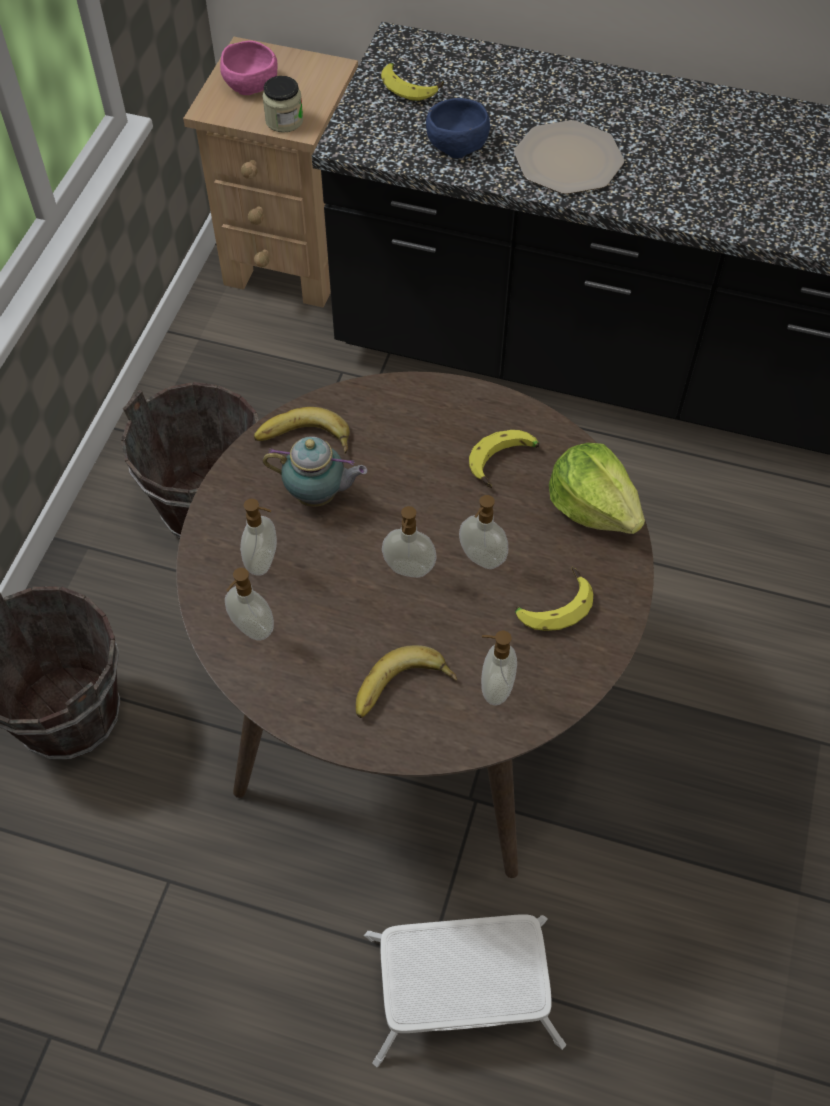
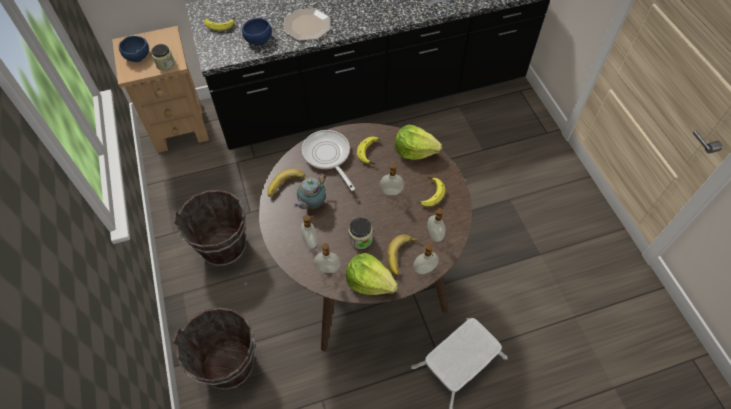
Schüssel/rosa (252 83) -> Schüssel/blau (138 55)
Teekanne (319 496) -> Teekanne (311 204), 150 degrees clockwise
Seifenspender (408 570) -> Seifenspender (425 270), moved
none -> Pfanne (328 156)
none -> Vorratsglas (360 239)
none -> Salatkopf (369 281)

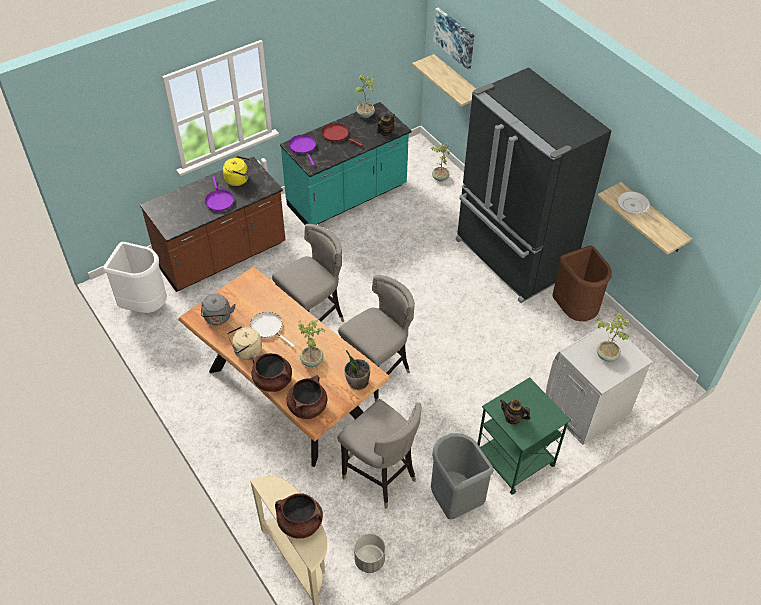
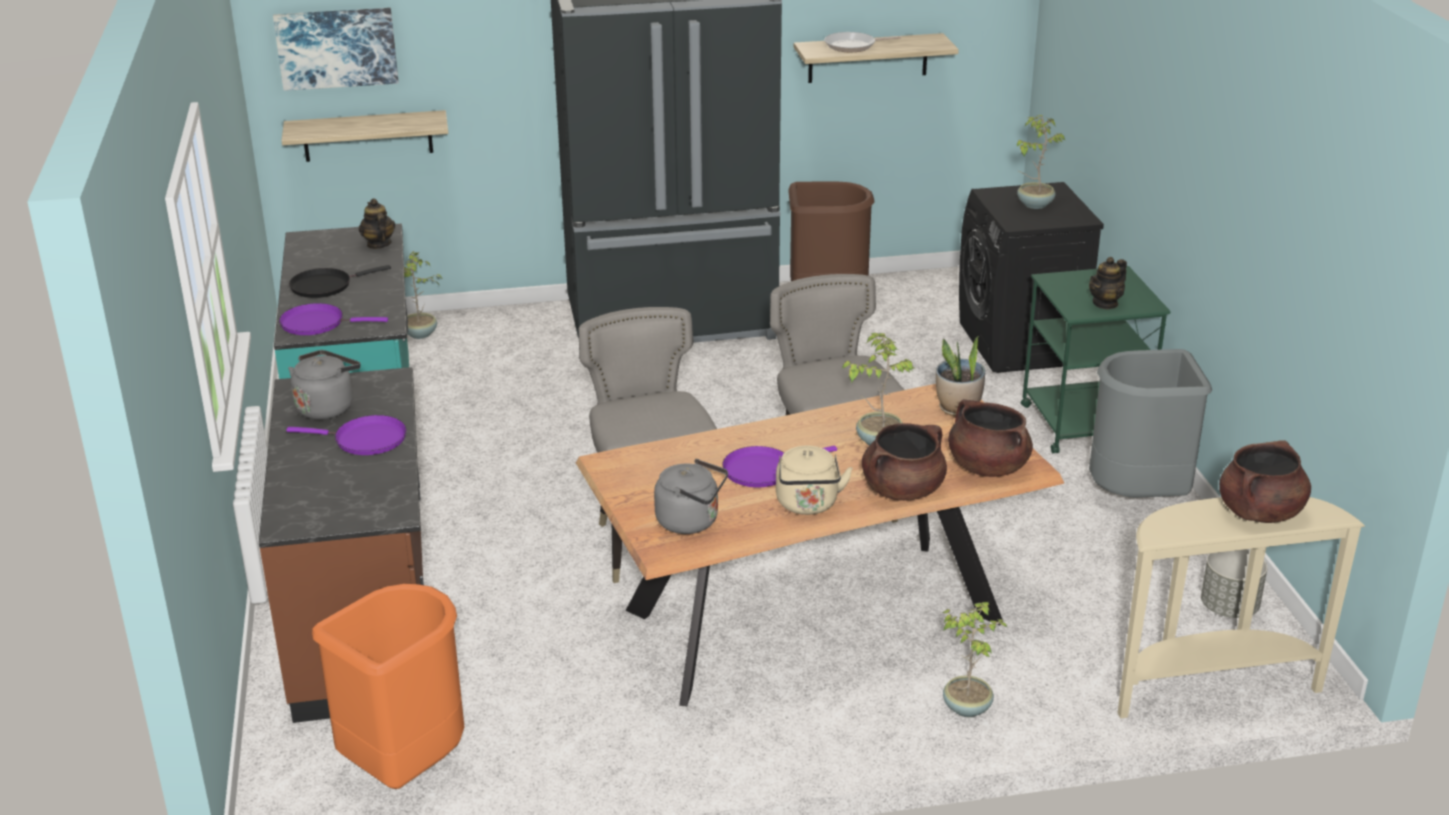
Topfpflanze (366 115) -> Topfpflanze (967 707), moved
Pfanne/rot (337 135) -> Pfanne/schwarz (325 286)
Wasserkessel/gelb (238 179) -> Wasserkessel/grau (327 407)
Mülleimer/weiß (145 305) -> Mülleimer/orange (405 766)
Pfanne/weiß (268 328) -> Pfanne/lila (762 470)
Waschmaschine/weiß (586 409) -> Waschmaschine/schwarz (1020 346)
Hocker/grau (380 477) -> none

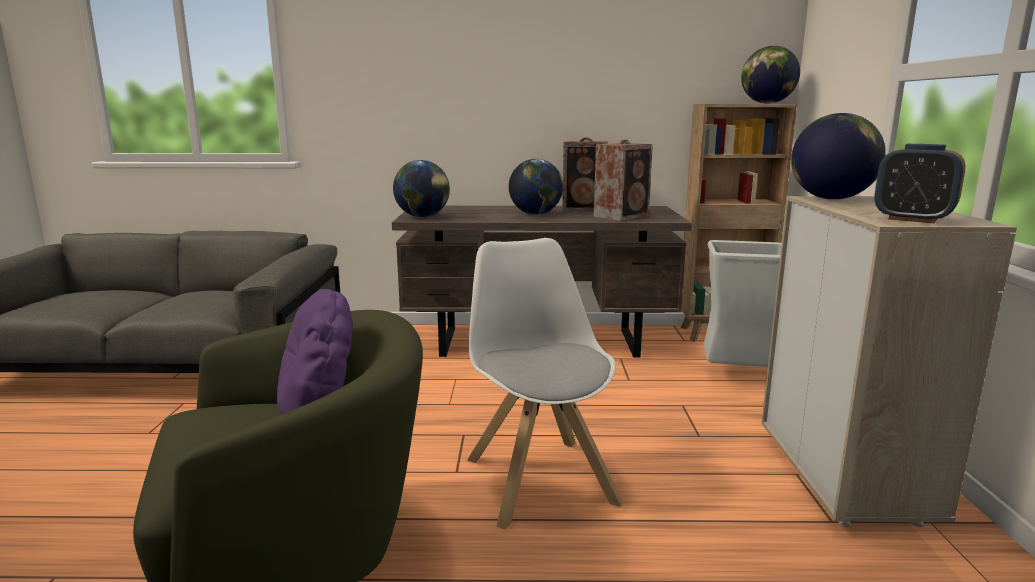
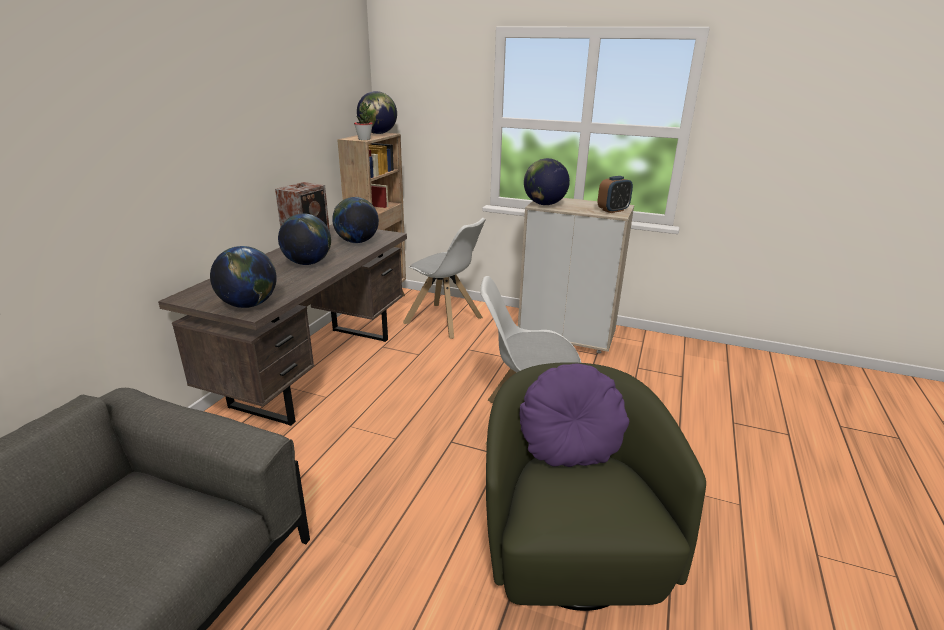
Lautsprecher (623 216) -> Globus (357 242)
Mülleimer/grau (735 377) -> Stuhl (445 321)
none -> Topfpflanze (364 139)

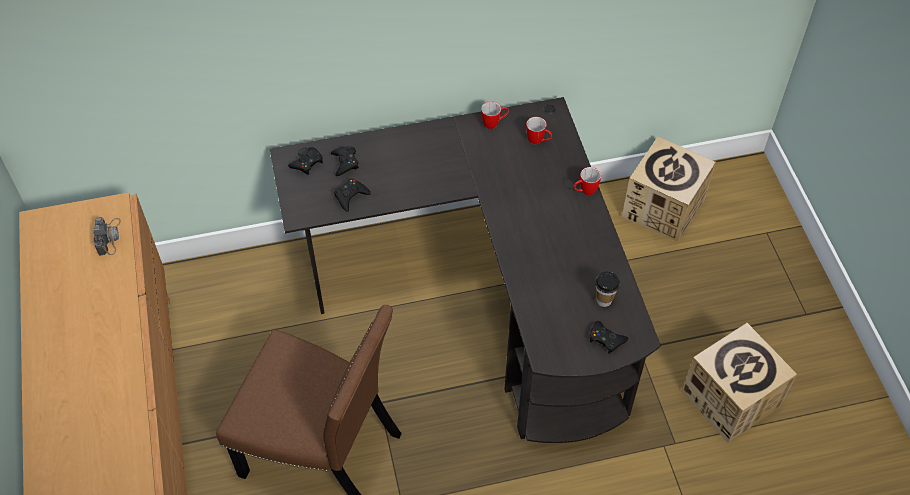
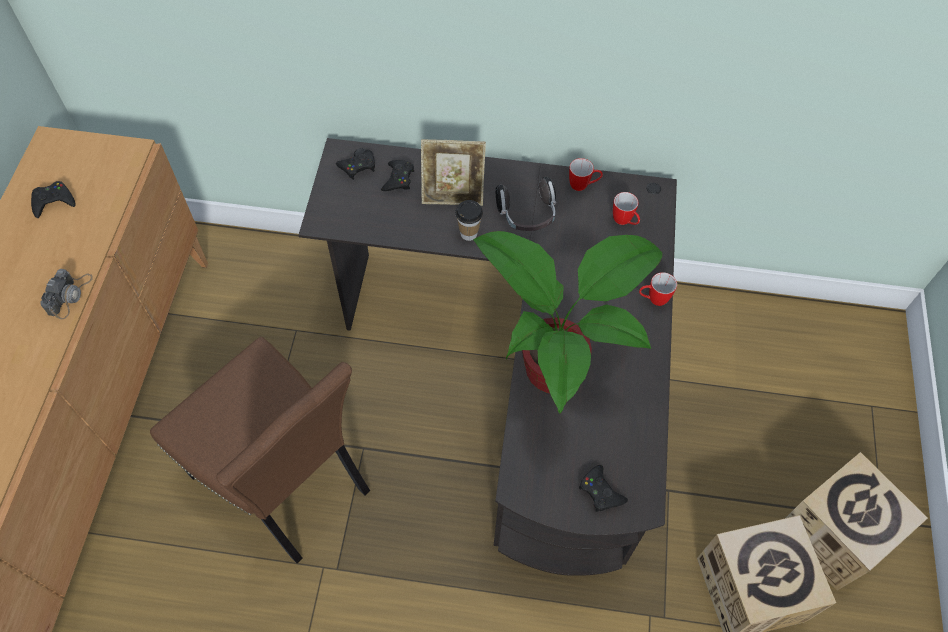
Karton (663 208) -> Karton (833 534), moved
Gamepad/schwarz (350 196) -> Gamepad/schwarz (53 202), moved
Kamera (109 237) -> Kamera (70 295), moved
Tasse (604 300) -> Tasse (468 233), moved
none -> Bilderrahmen (453 195)
none -> Kopfhörer (527 215)
none -> Topfpflanze (557 369)

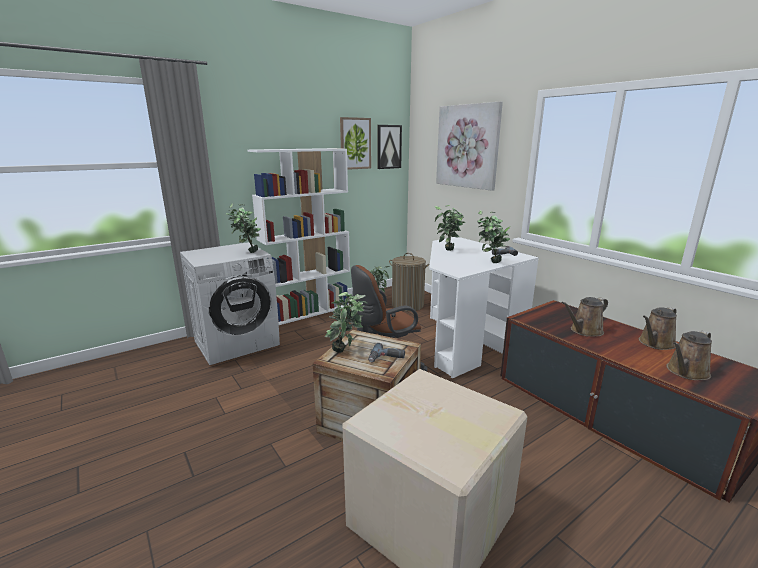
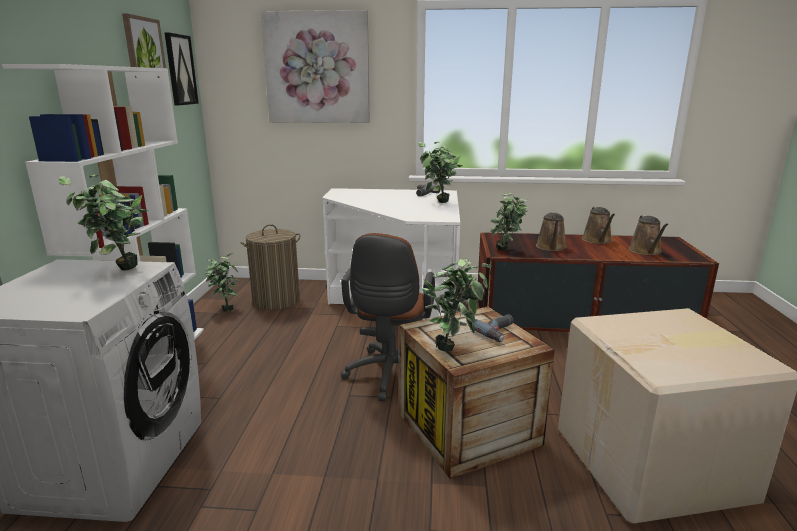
Topfpflanze (448 251) -> Topfpflanze (507 251), moved

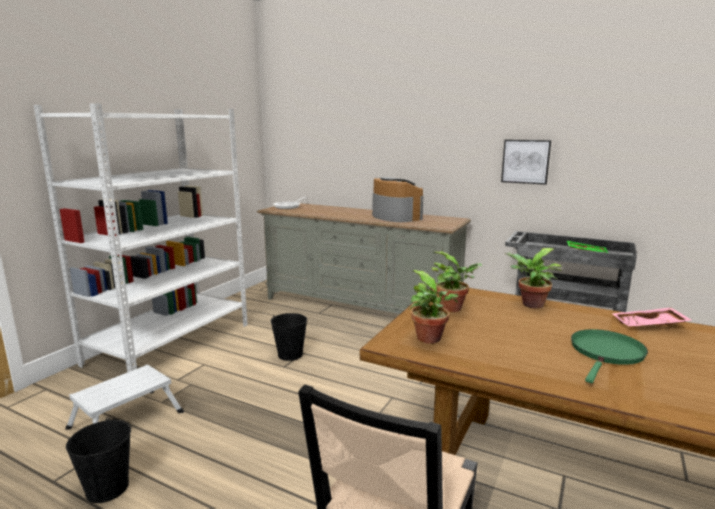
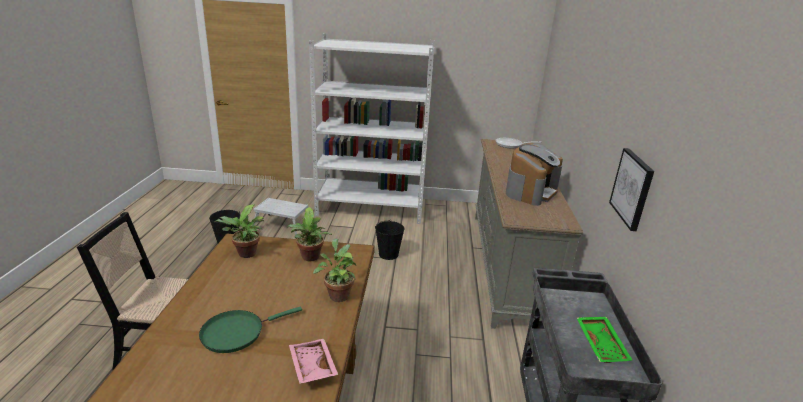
Pfanne/grün (606 353) -> Pfanne/grün (236 332), 135 degrees clockwise

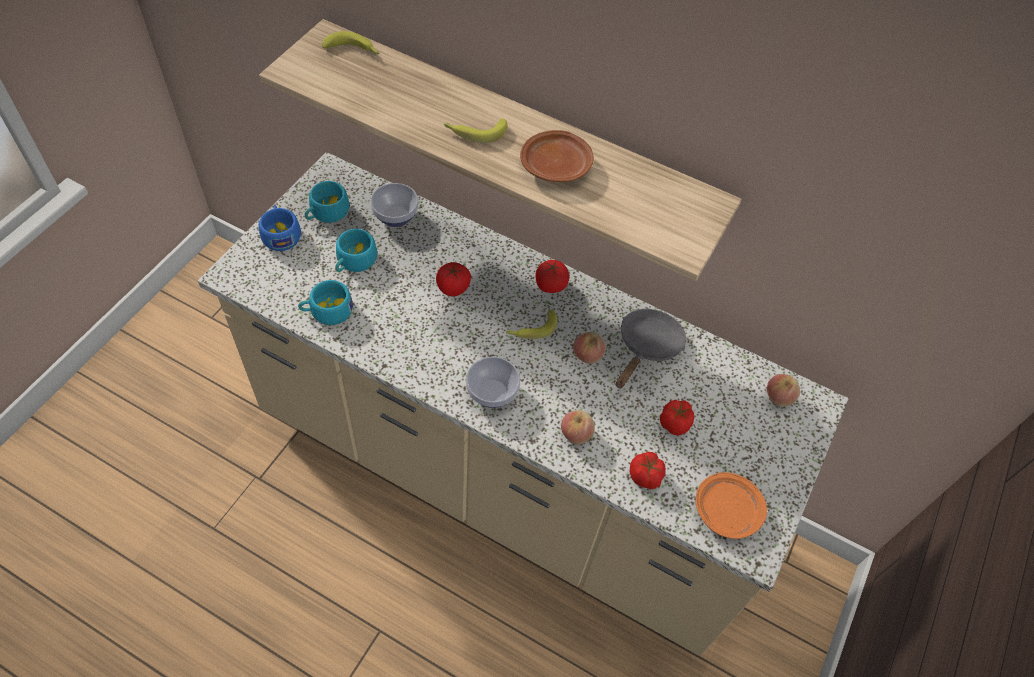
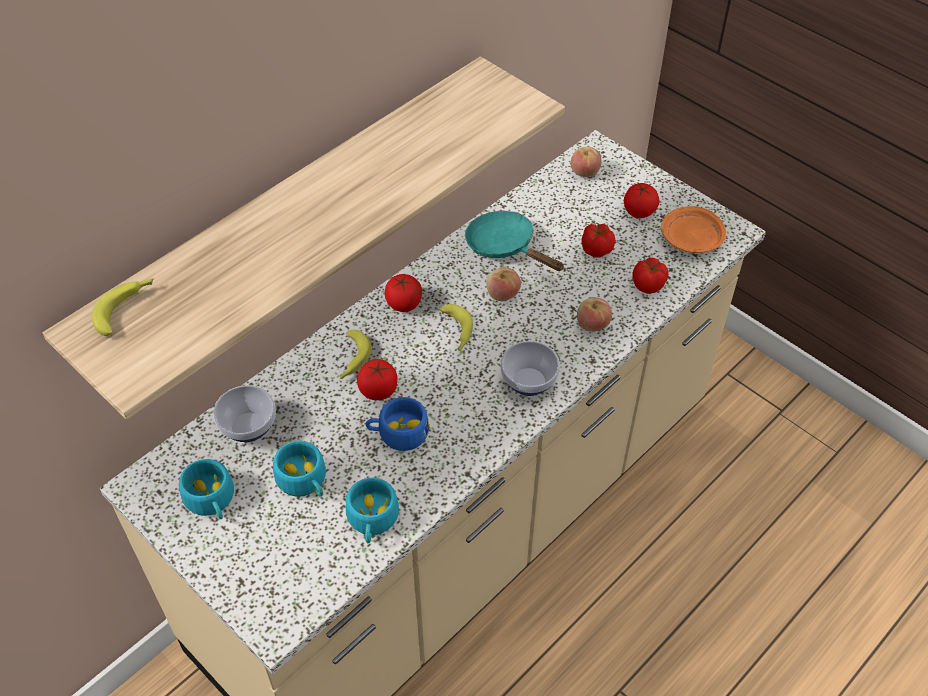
Banane (475 132) -> Banane (352 359), moved
Teller/braun (556 166) -> none
Tasse/blau (281 234) -> Tasse/blau (398 433), moved
Pfanne/grau (647 347) -> Pfanne/türkis (505 247)
none -> Tomate (639 211)

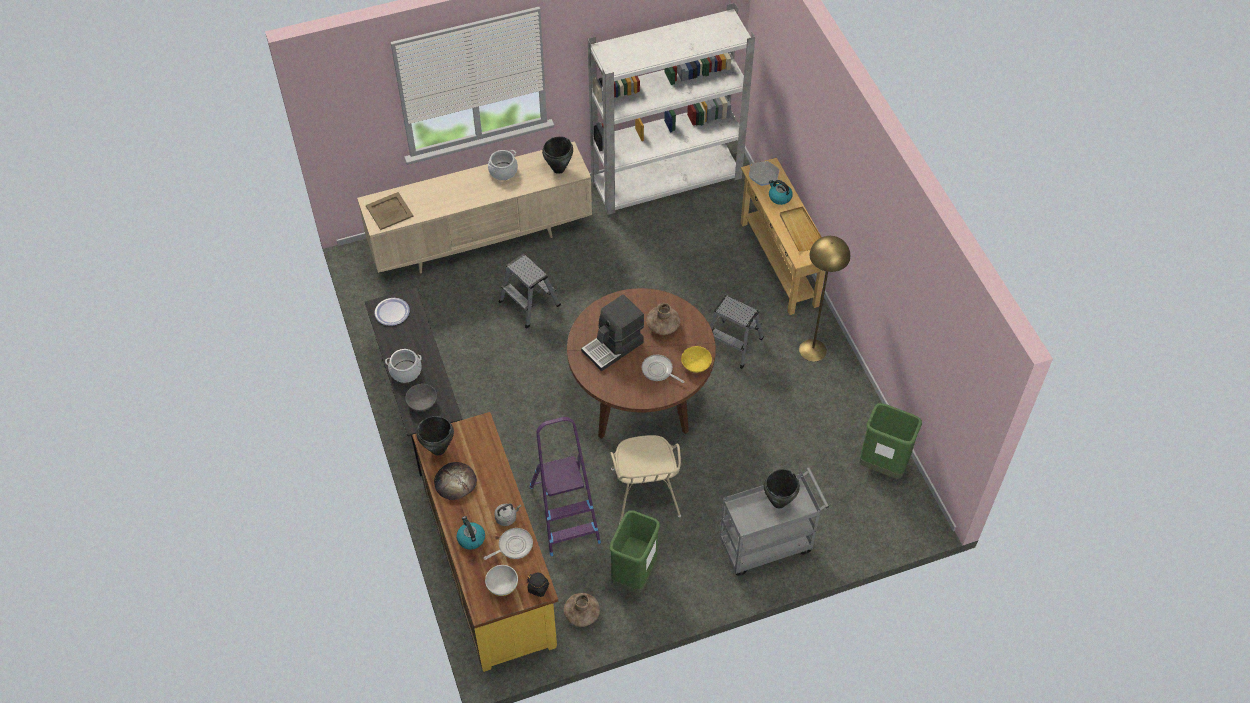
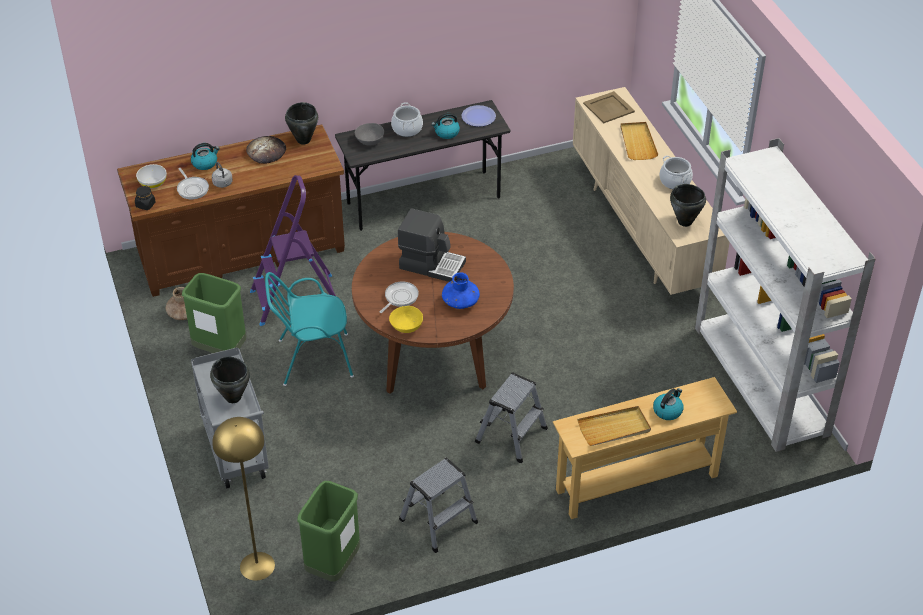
Pfanne (763 175) -> none
Stehlampe/gelb (813 350) -> Stehlampe/gelb (257 566), moved
Trittleiter/grau (530 303) -> Trittleiter/grau (438 521), moved
Kaffeemaschine (613 347) -> Kaffeemaschine (432 264), 150 degrees clockwise
Vase/braun (663 326) -> Vase/blau (460 301)
Kommode/gelb (490 568) -> Kommode/braun (242 252)
Stuhl/beige (645 495) -> Stuhl/türkis (311 359)
none -> Wasserkessel (446 133)
none -> Tablett/beige (637 142)

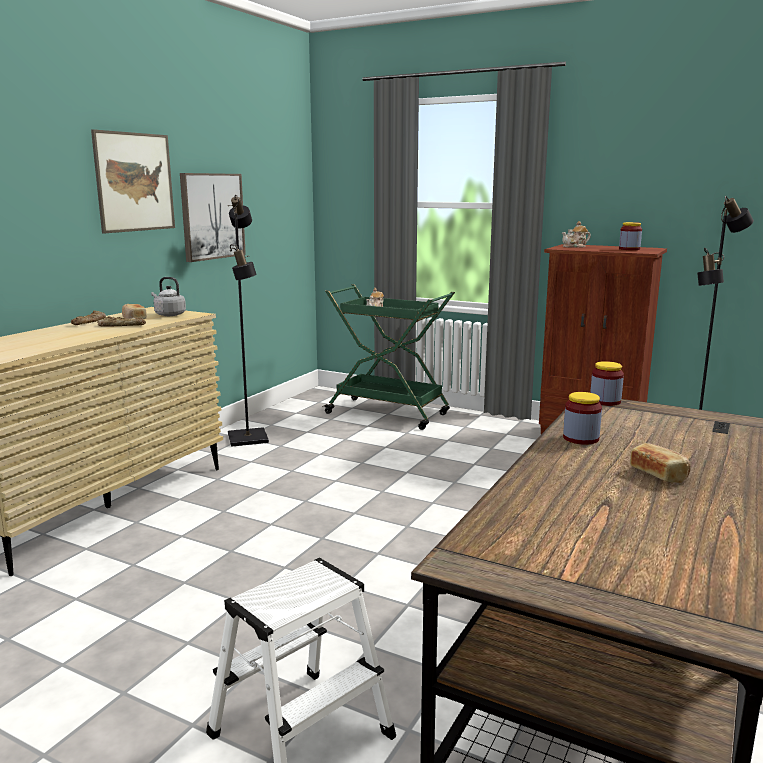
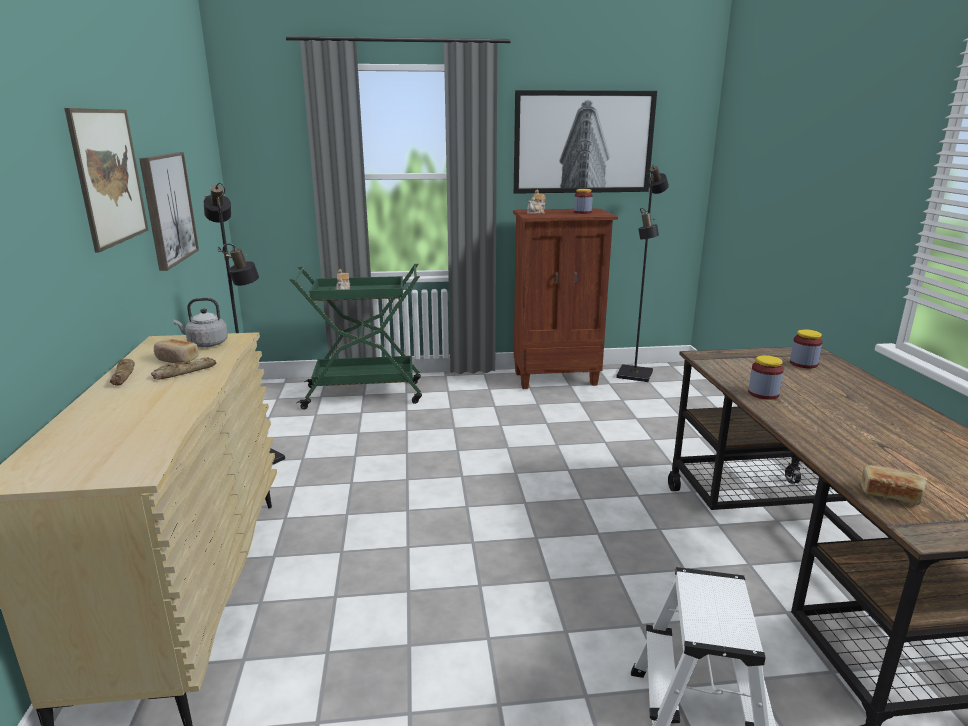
Vorratsglas (605 401) -> Vorratsglas (803 364), moved
Brot (659 474) -> Brot (890 494), moved
none -> Bild (583 142)

